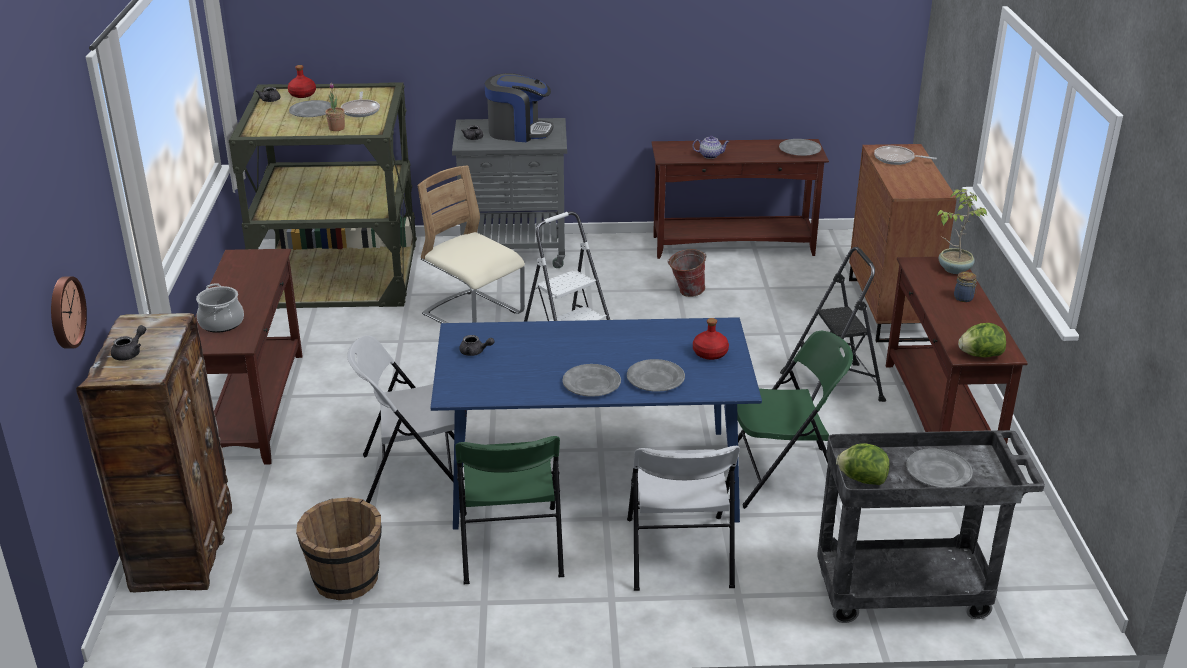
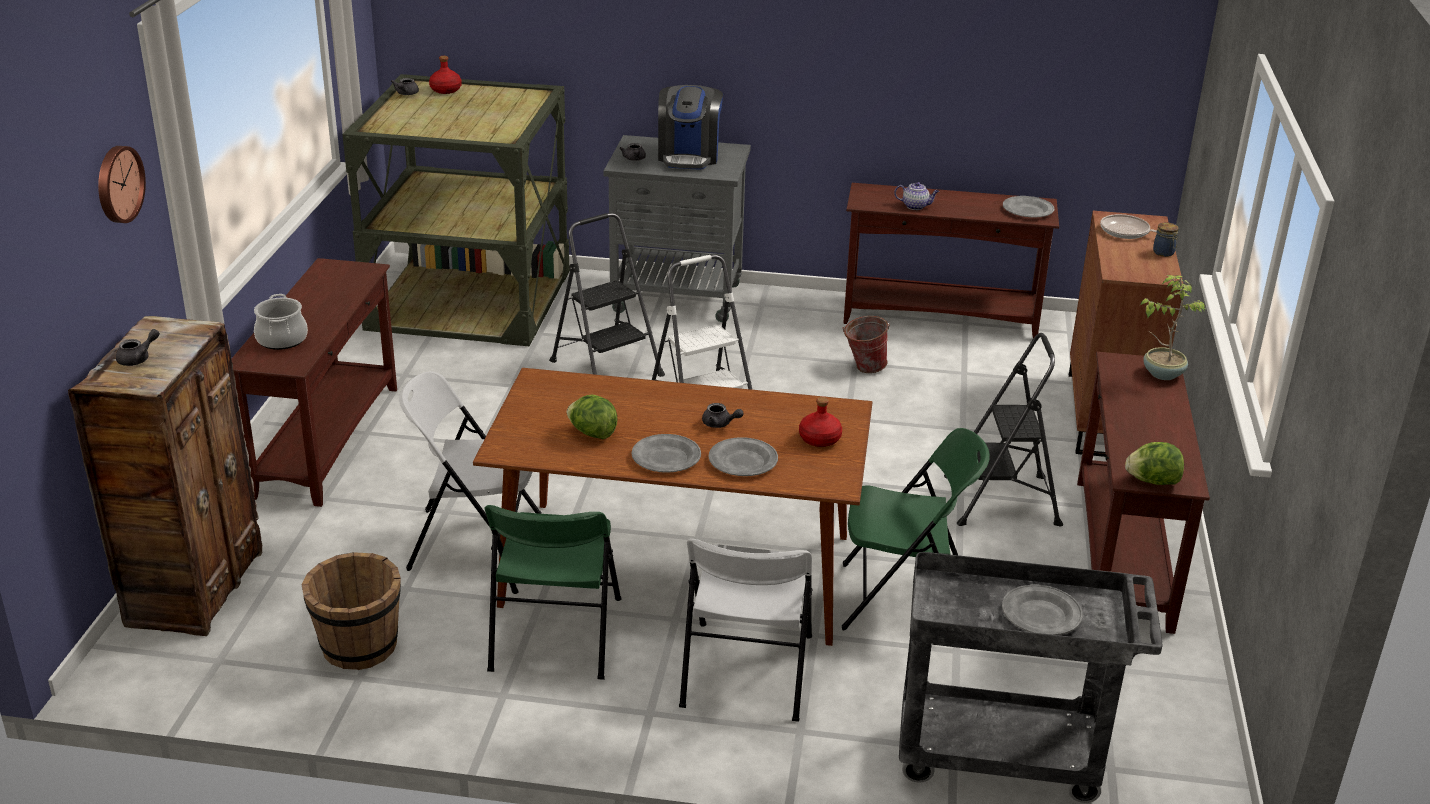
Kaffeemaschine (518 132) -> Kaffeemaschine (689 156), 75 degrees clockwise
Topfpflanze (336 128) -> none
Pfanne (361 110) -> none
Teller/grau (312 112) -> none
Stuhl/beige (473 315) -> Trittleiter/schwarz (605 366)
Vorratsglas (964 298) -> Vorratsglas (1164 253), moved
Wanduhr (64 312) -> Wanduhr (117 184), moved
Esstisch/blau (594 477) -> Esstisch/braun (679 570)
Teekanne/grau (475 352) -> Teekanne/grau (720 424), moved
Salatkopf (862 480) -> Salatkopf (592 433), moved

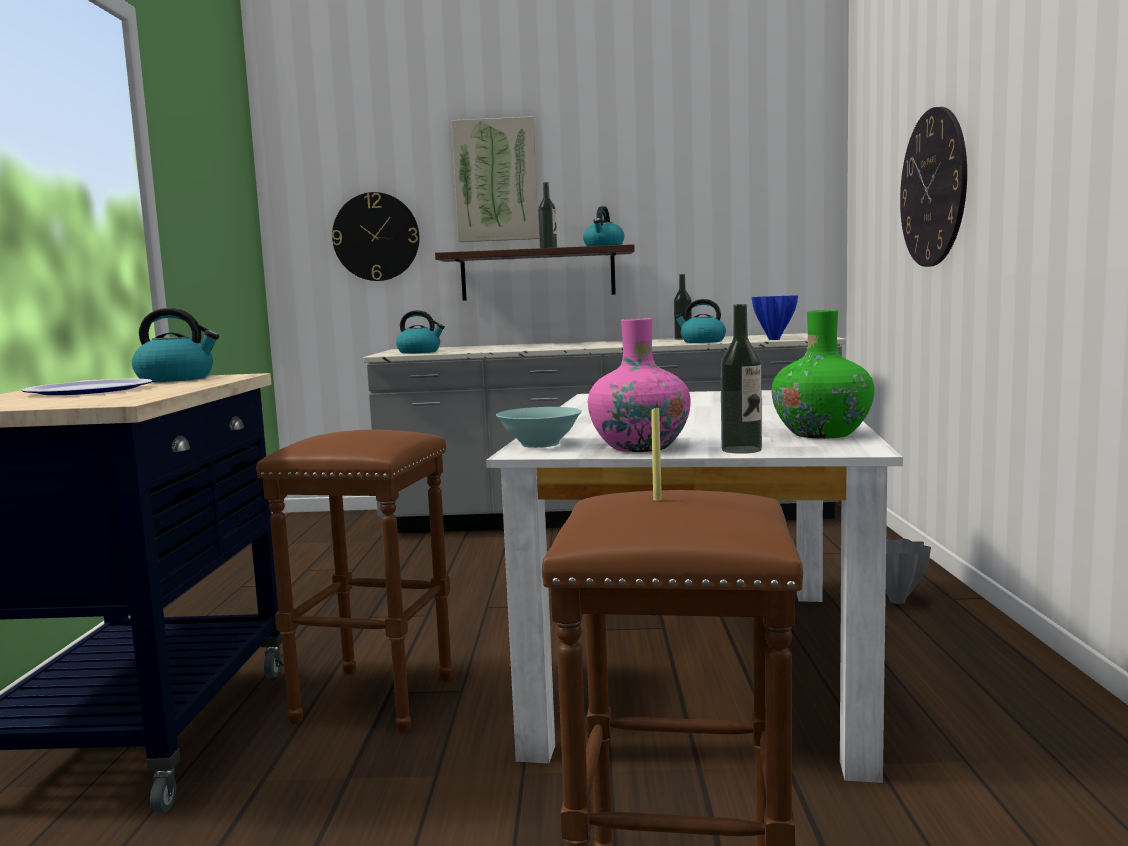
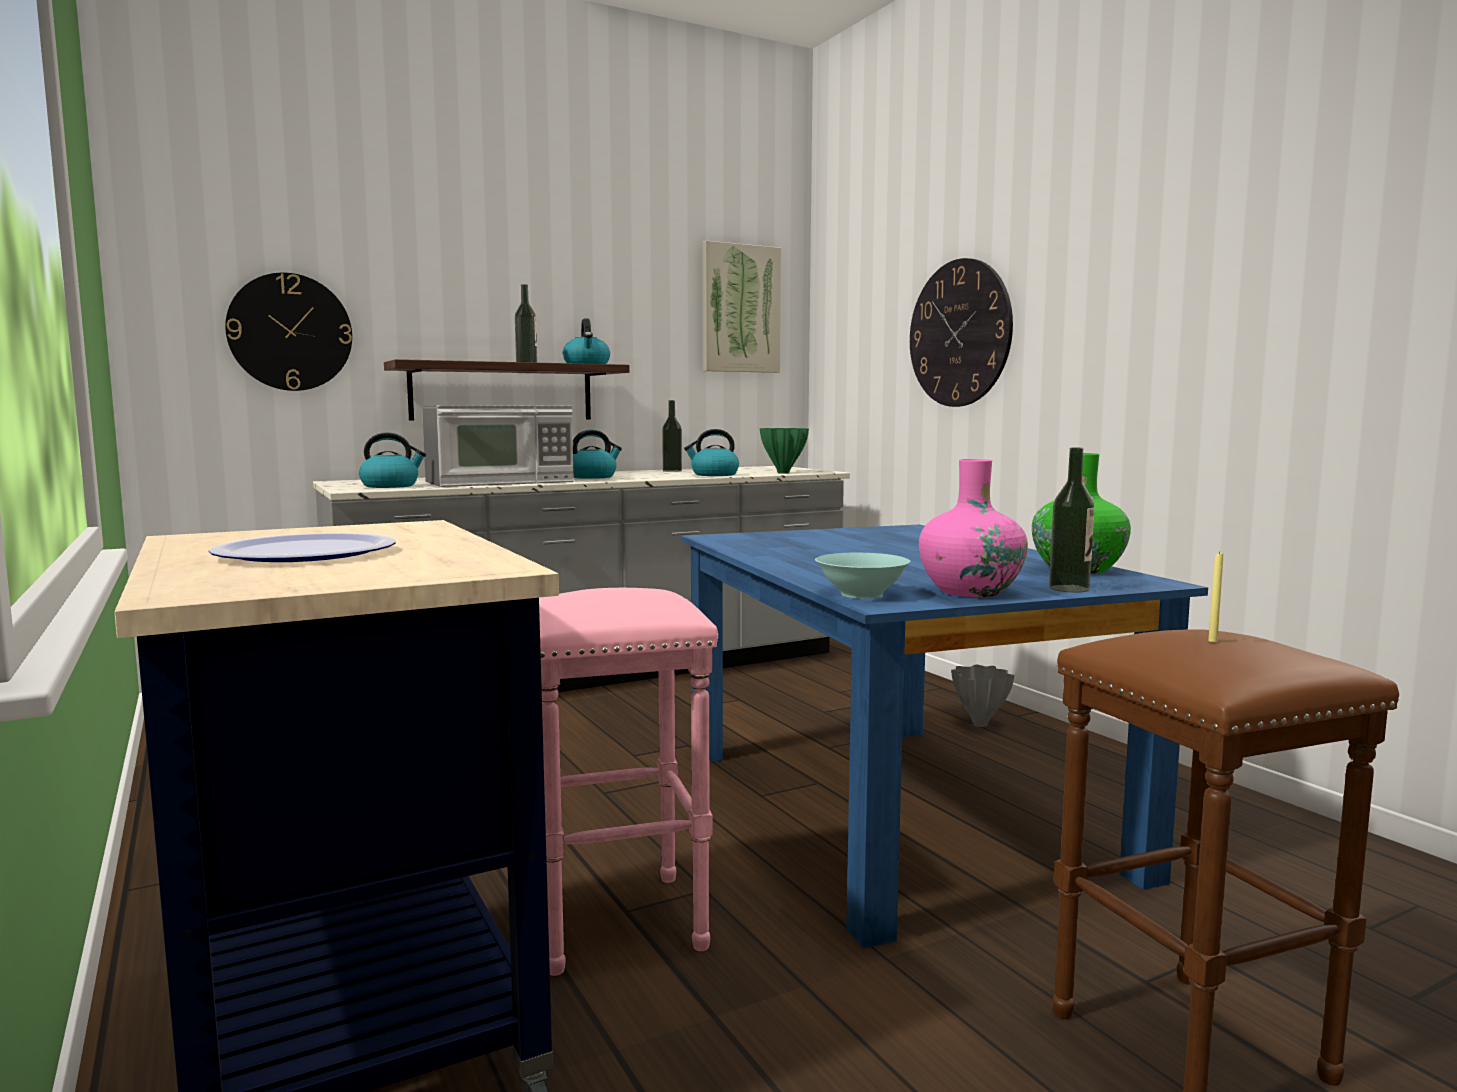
Bild (496 180) -> Bild (740 309), moved
Vase/blau (775 339) -> Vase/grün (783 473)
Wasserkessel (177 379) -> Wasserkessel (593 477), moved
Esstisch/weiß (701 662) -> Esstisch/blau (897 810)
Hocker/braun (373 697) -> Hocker/rosa (612 920)
none -> Mikrowelle (500 482)

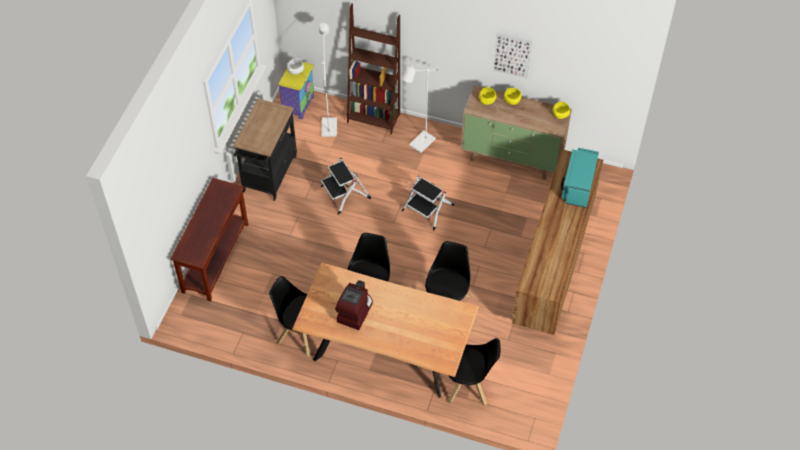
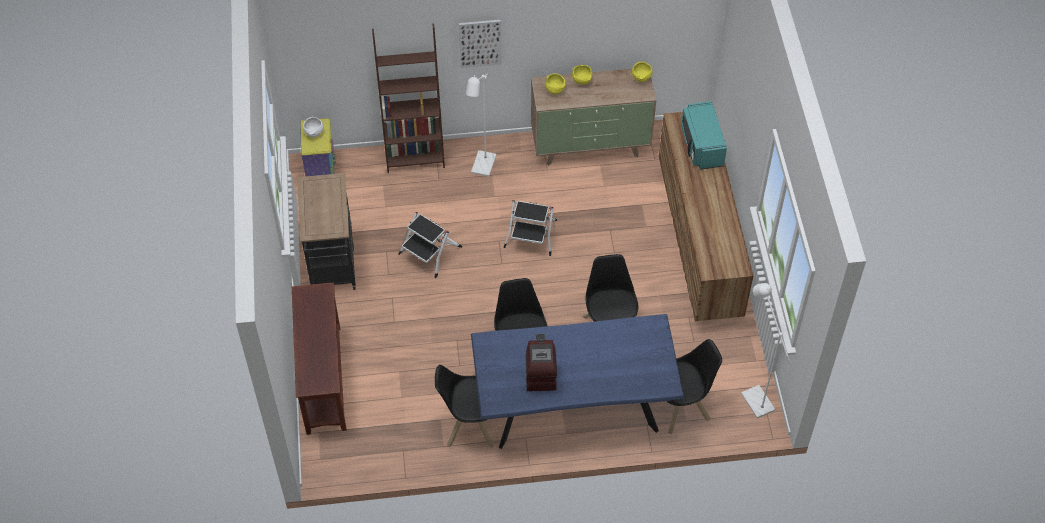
Stehlampe/weiß (329 123) -> Stehlampe/weiß (754 396), moved
Bild (512 55) -> Bild (480 43), moved
Esstisch/braun (386 352) -> Esstisch/blau (573 406)

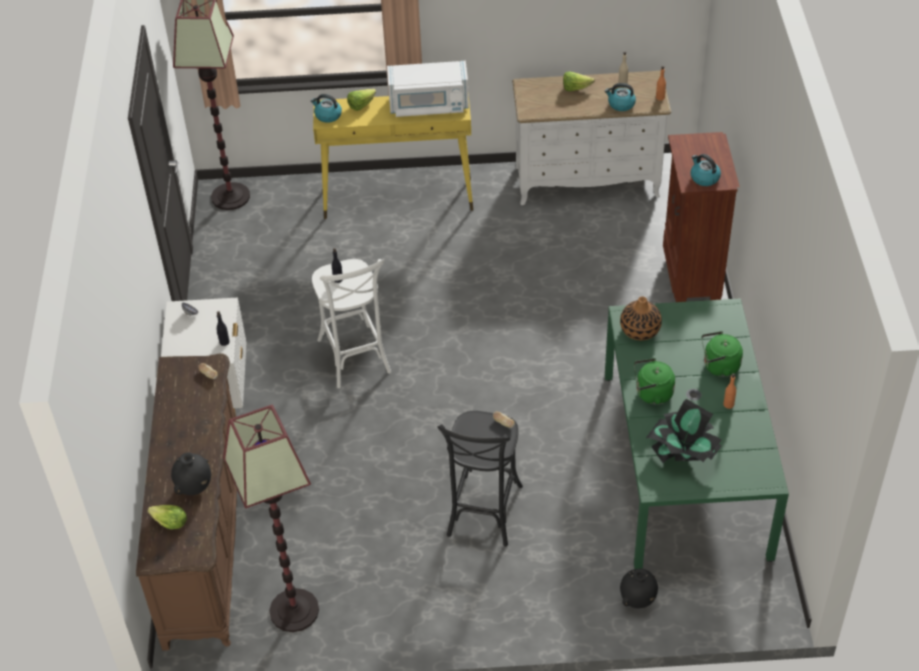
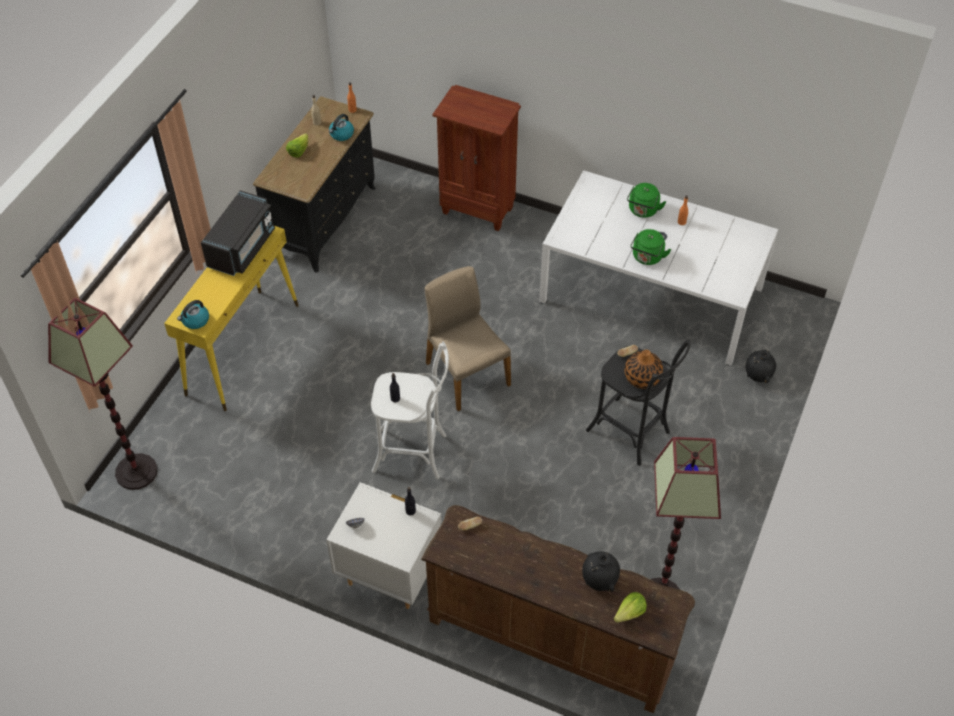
Mikrowelle/weiß (428 105) -> Mikrowelle/schwarz (242 248)
Kommode/weiß (587 182) -> Kommode/schwarz (325 221)
Salatkopf (361 105) -> none
Wasserkessel (704 178) -> none
Vase (640 330) -> Vase (642 377), moved
Esstisch/grün (684 464) -> Esstisch/weiß (651 295)
Topfpflanze (682 454) -> none
none -> Stuhl/beige (466 373)

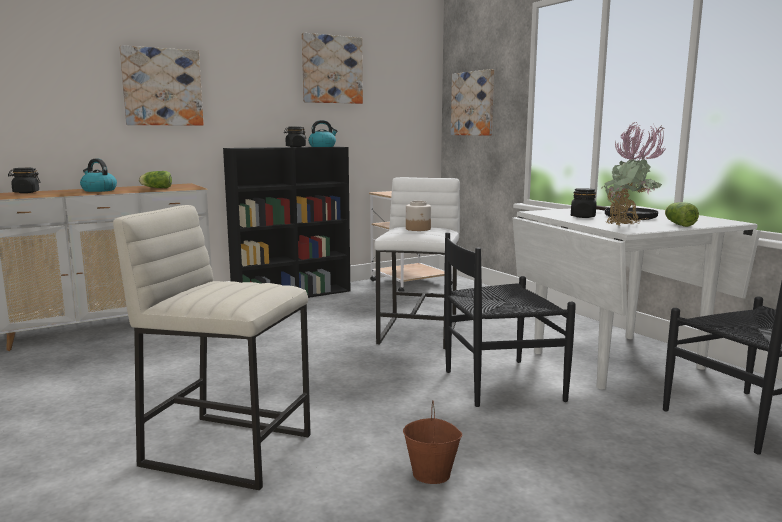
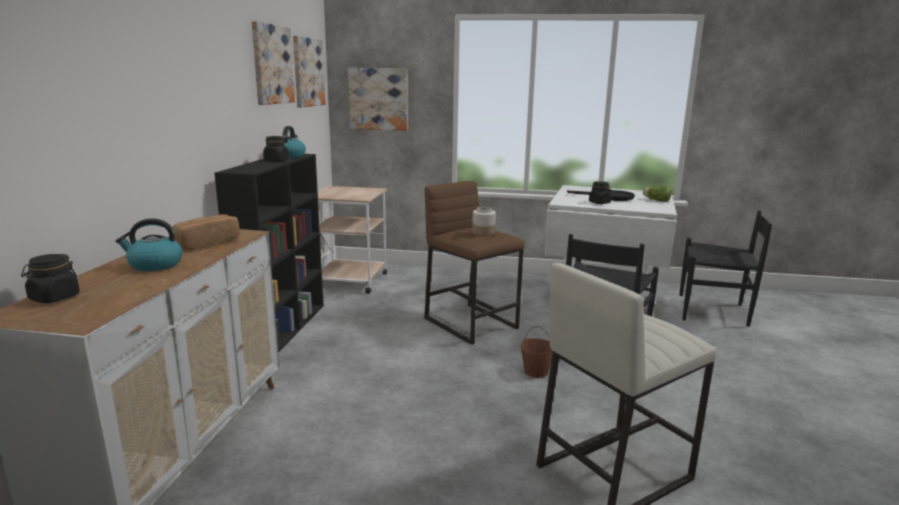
Bild (162 87) -> Bild (307 72), moved
Topfpflanze (628 226) -> none
Salatkopf (155 188) -> Brot (206 243)
Hocker/weiß (418 332) -> Hocker/braun (470 323)
Eimer/braun (432 474) -> Eimer/braun (536 372), moved

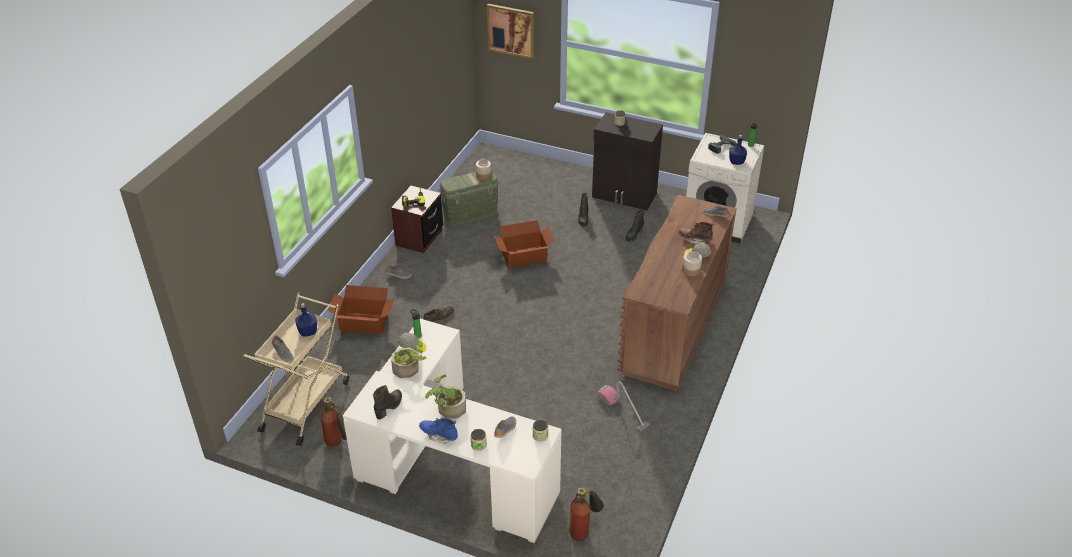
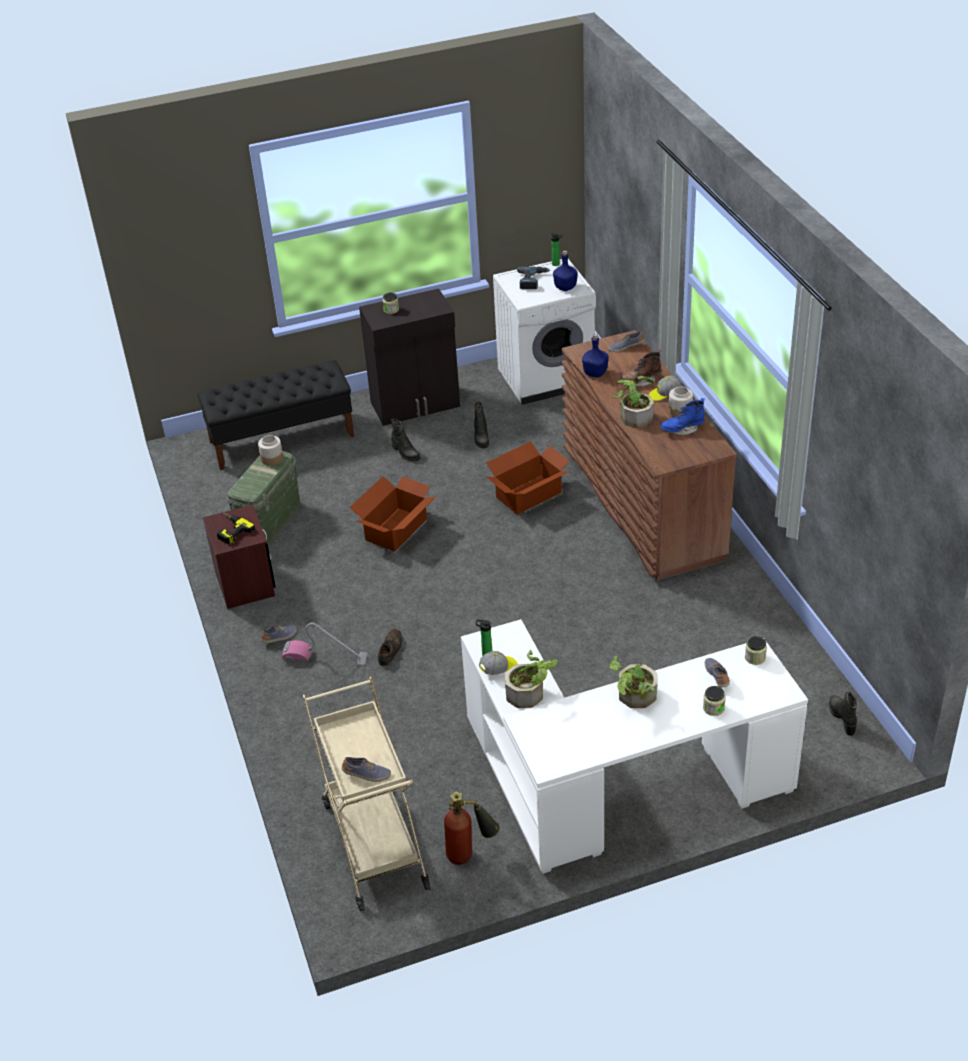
Bild (511 30) -> none
Karton (363 322) -> Karton (528 494), moved
Flasche/blau (307 332) -> Flasche/blau (595 373), moved
Staubsauger (622 410) -> Staubsauger (325 658), moved
Stiefel/schwarz (389 407) -> Stiefel/schwarz (842 718), moved
Stiefel/blau (439 435) -> Stiefel/blau (682 429), moved
Feuerlöscher (584 529) -> none
none -> Bank/schwarz (282 438)
none -> Topfpflanze (634 415)

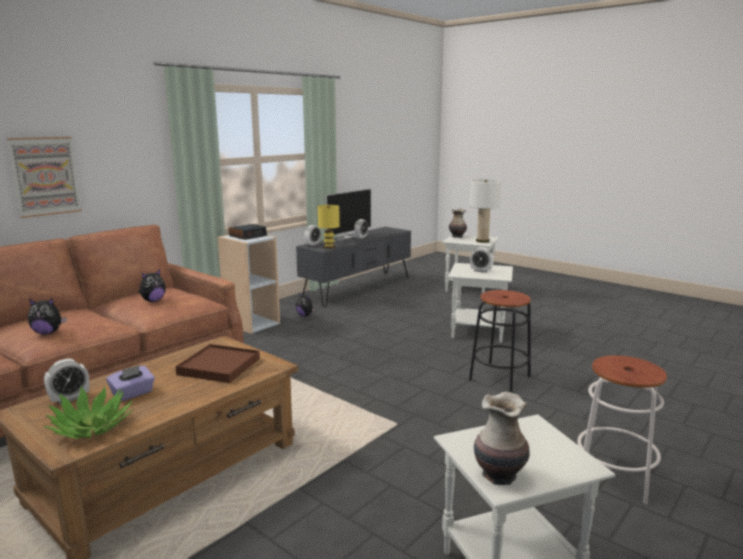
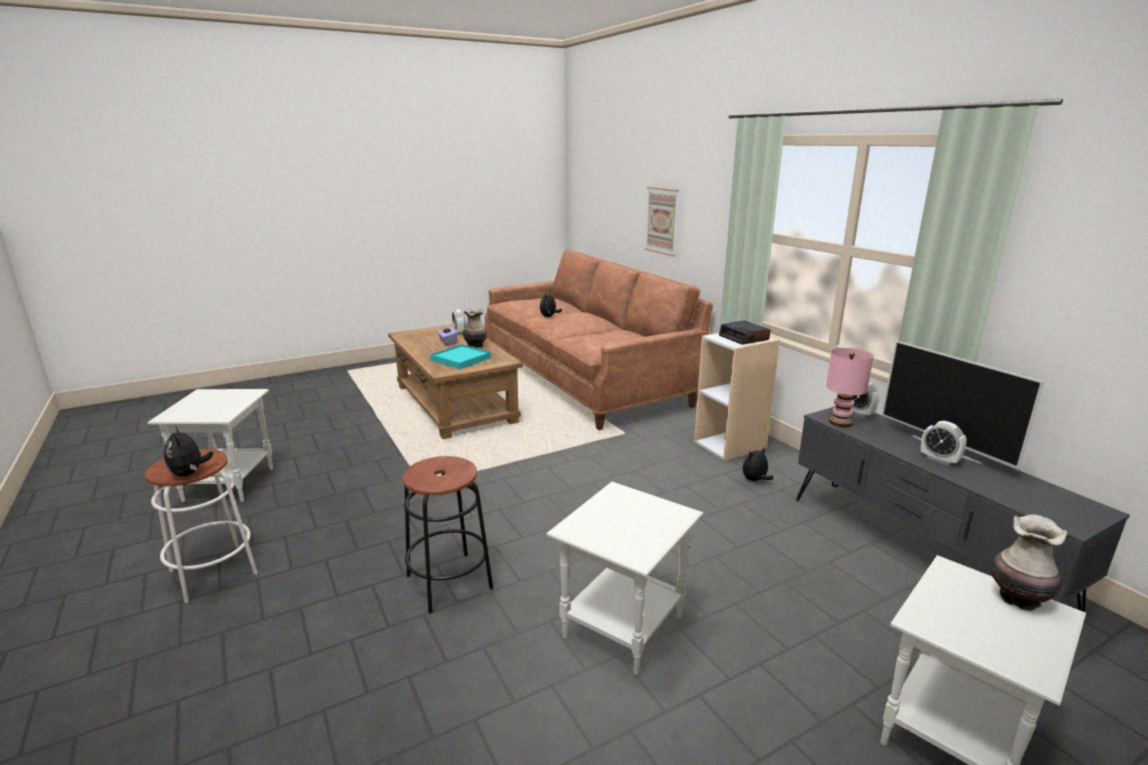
Tischlampe/weiß (482 241) -> none
Tischlampe/gelb (329 247) -> Tischlampe/rosa (840 422)
Wecker (481 271) -> none
Plüschtier (153 301) -> Plüschtier (189 473), moved
Tablett/braun (219 366) -> Tablett/türkis (461 359)
Topfpflanze (92 427) -> none
Vase (498 475) -> Vase (475 346), moved

